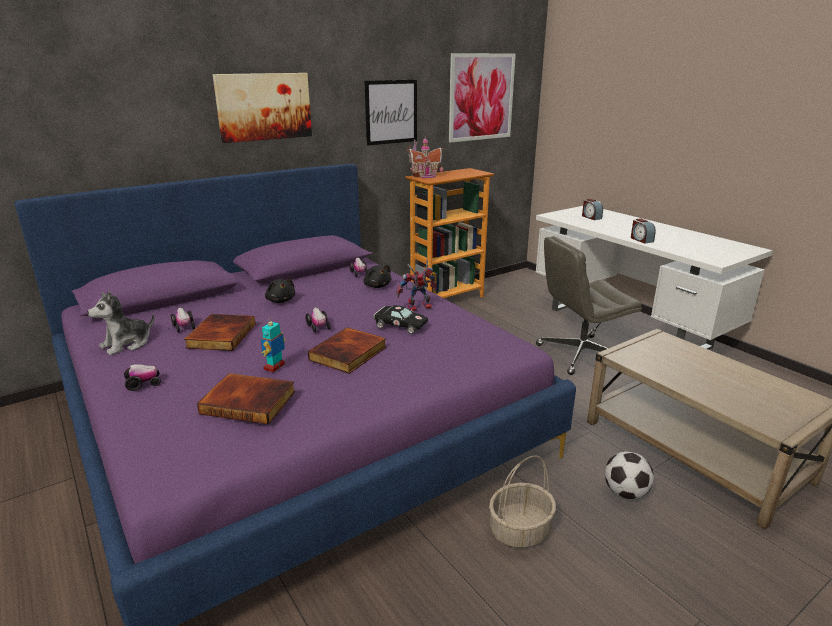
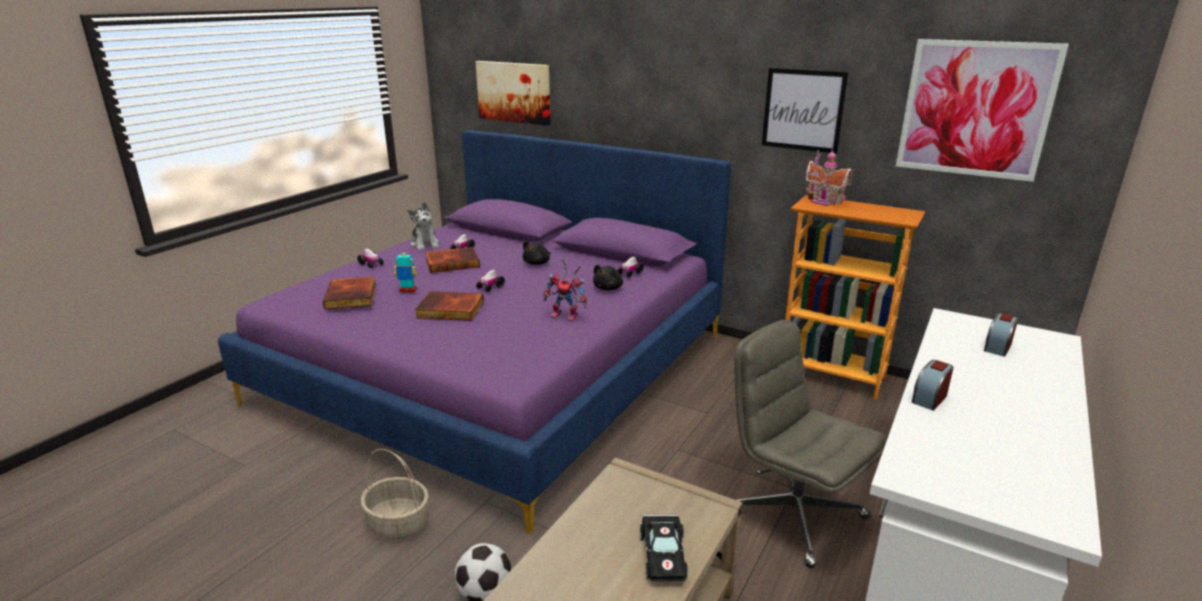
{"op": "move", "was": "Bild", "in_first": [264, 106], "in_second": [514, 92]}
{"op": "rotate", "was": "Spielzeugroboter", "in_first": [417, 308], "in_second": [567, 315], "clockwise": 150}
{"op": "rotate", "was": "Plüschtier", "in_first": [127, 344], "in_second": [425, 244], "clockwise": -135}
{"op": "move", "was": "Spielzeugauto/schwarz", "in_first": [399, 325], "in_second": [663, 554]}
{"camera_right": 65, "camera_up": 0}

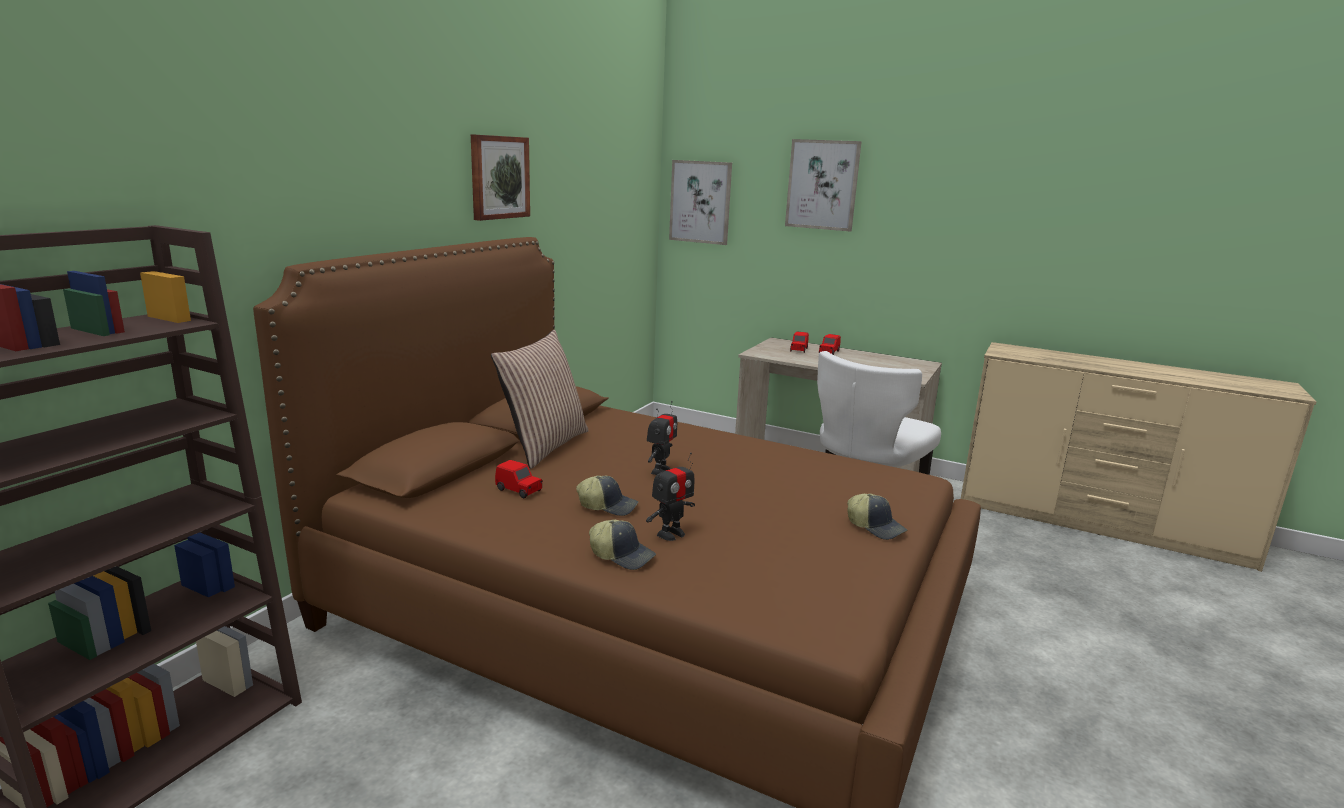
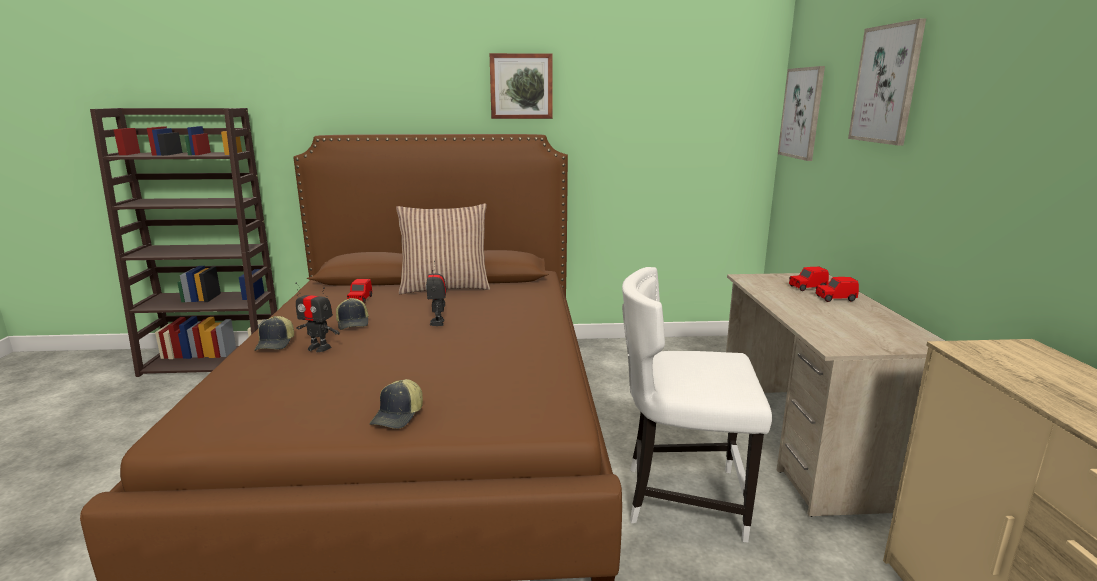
{"op": "rotate", "was": "Spielzeugroboter", "in_first": [660, 471], "in_second": [438, 322], "clockwise": 90}
{"camera_right": 60, "camera_up": 0}

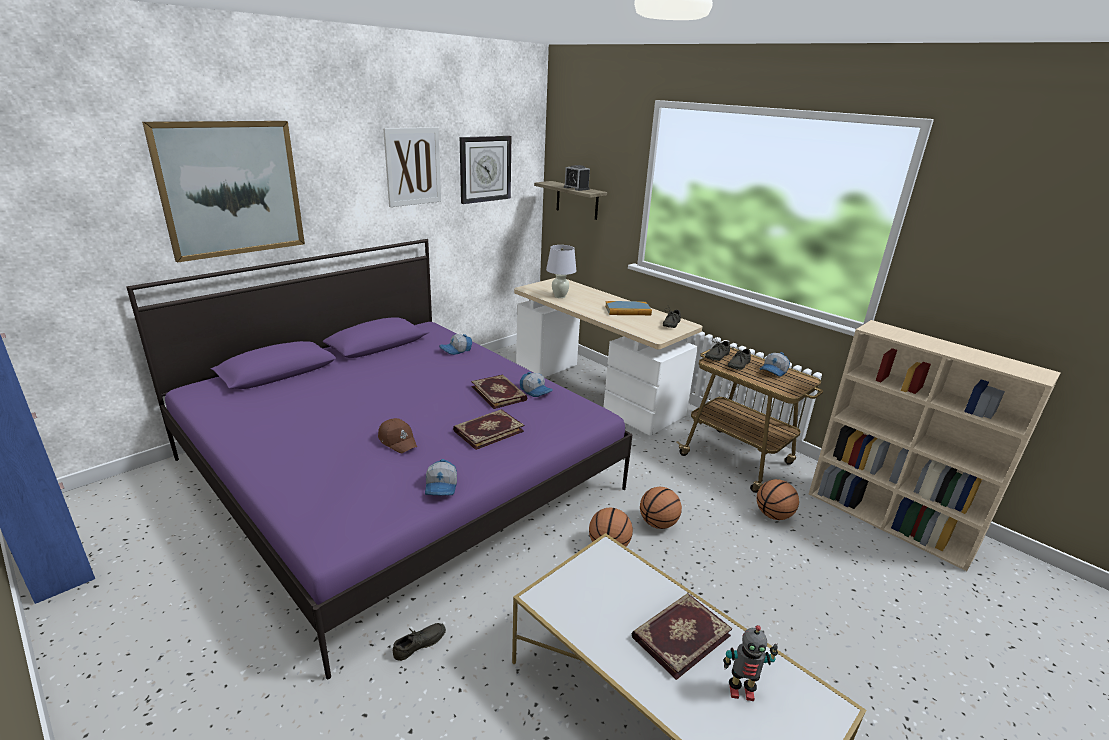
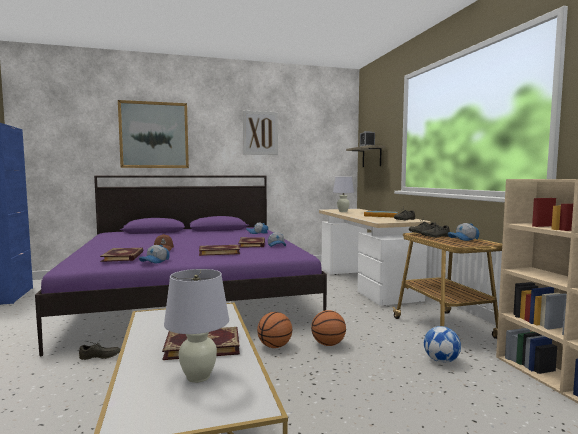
{"op": "delete", "was": "Wanduhr", "in_first": [485, 169]}
{"op": "replace", "was": "Basketball", "now": "Fußball", "in_first": [773, 515], "in_second": [441, 361]}
{"op": "replace", "was": "Spielzeugroboter", "now": "Tischlampe/weiß", "in_first": [741, 690], "in_second": [198, 376]}
{"op": "insert", "now": "Buch", "in_second": [124, 256]}
{"camera_right": 30, "camera_up": -20}

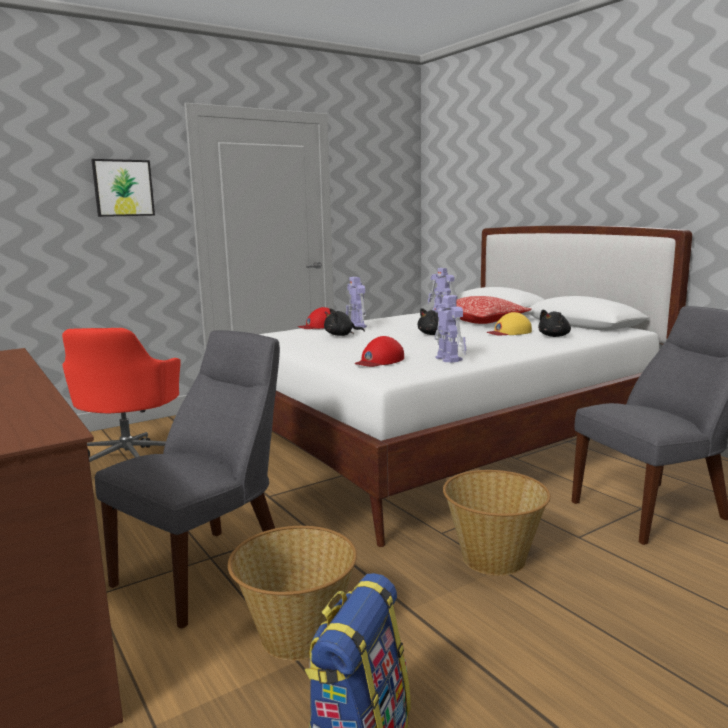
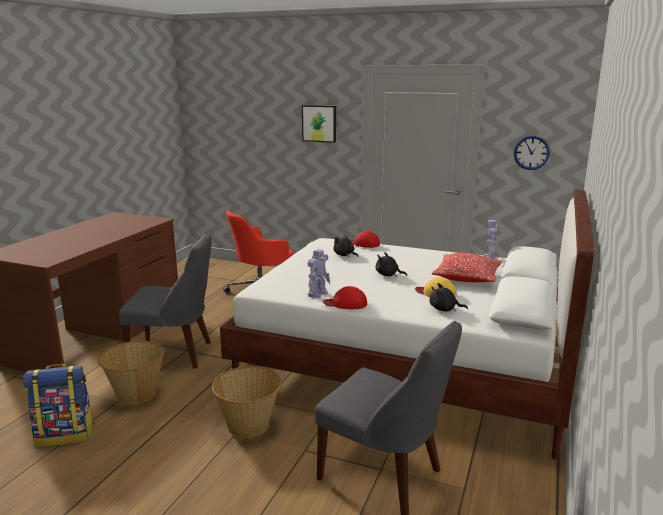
{"op": "delete", "was": "Spielzeugroboter", "in_first": [357, 326]}
{"op": "move", "was": "Kappe/rot", "in_first": [379, 361], "in_second": [346, 303]}
{"op": "insert", "now": "Wanduhr", "in_second": [531, 152]}
{"camera_right": 55, "camera_up": 5}

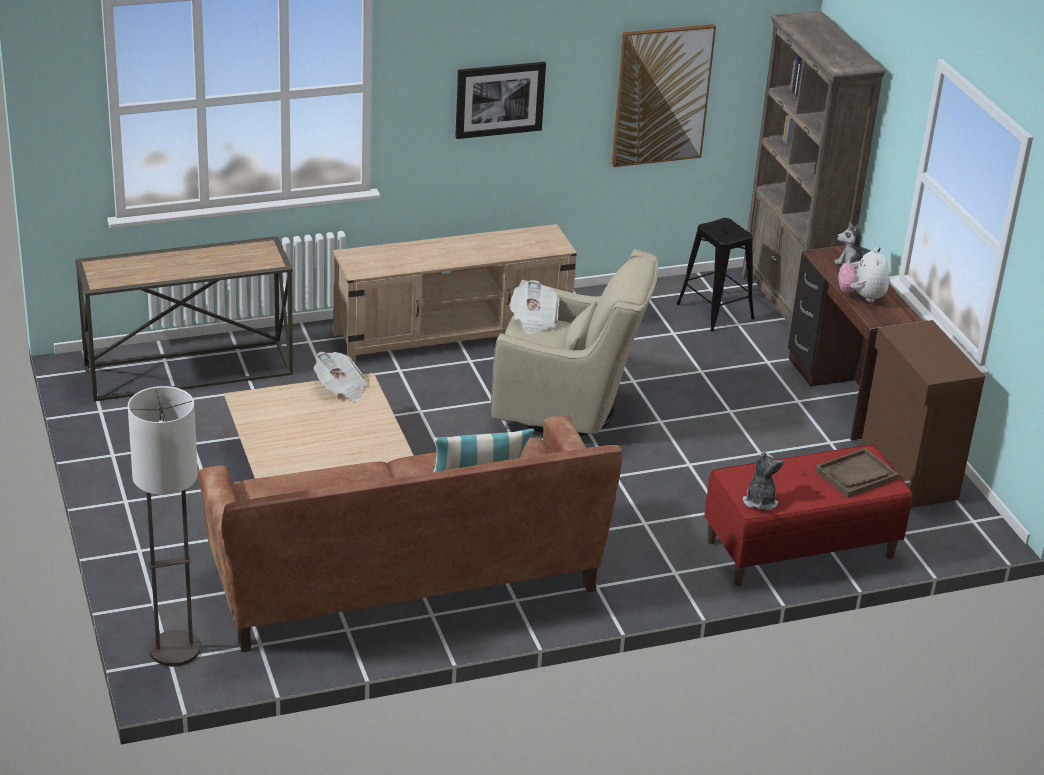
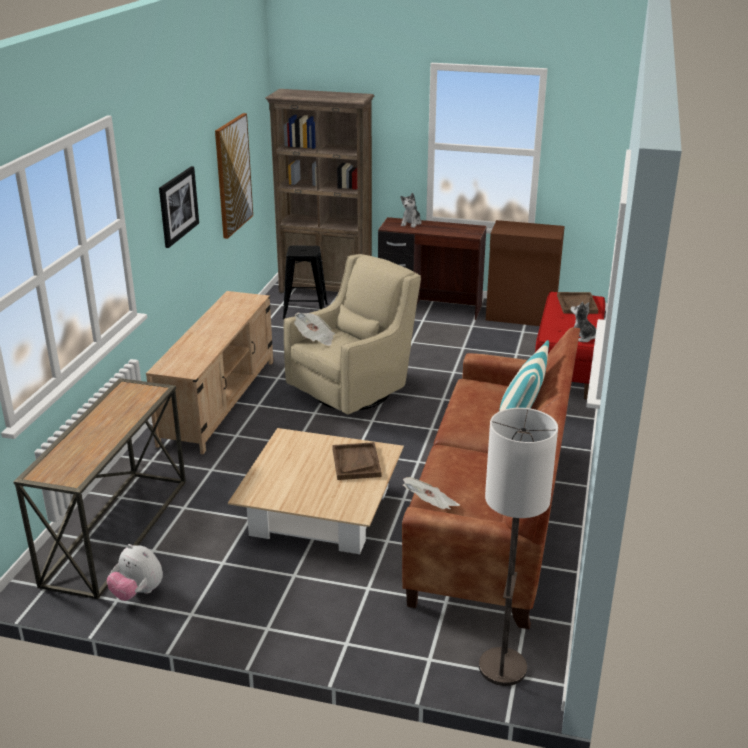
{"op": "move", "was": "Plüschtier", "in_first": [861, 297], "in_second": [137, 593]}
{"op": "move", "was": "Zeitung", "in_first": [341, 388], "in_second": [430, 506]}
{"op": "insert", "now": "Tablett/braun", "in_second": [356, 462]}
{"camera_right": -55, "camera_up": -5}

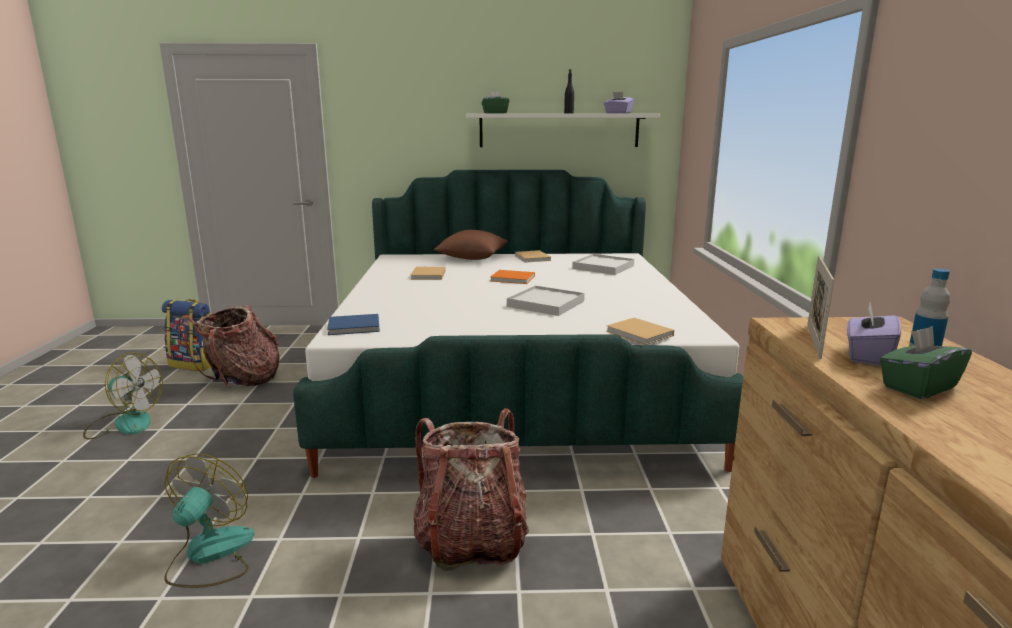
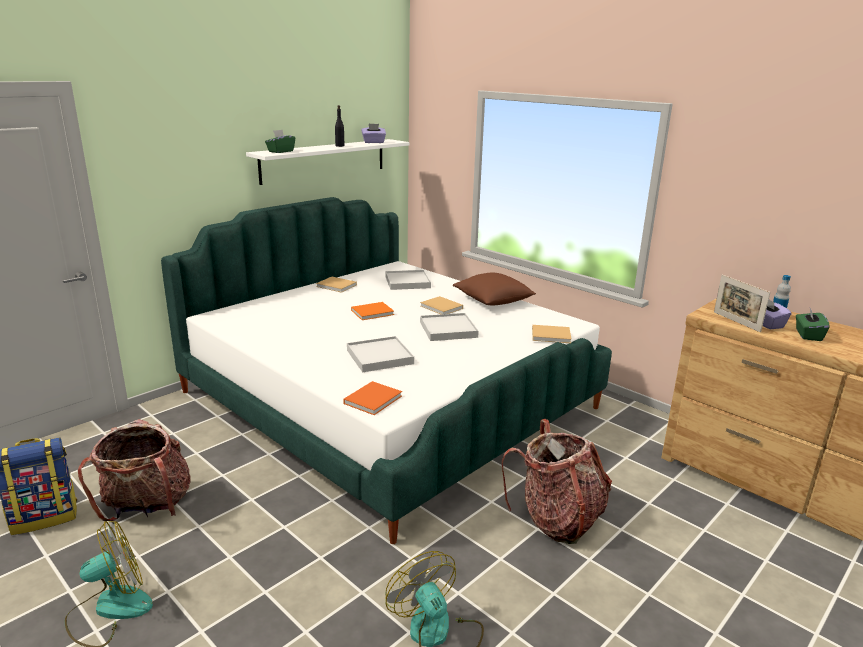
{"op": "move", "was": "Kissen/braun", "in_first": [472, 258], "in_second": [493, 301]}
{"op": "move", "was": "Buch/beige", "in_first": [428, 275], "in_second": [442, 307]}
{"op": "recolor", "was": "Buch/blau", "now": "Buch/orange", "in_first": [356, 326], "in_second": [374, 399]}
{"op": "insert", "now": "Tablett/weiß", "in_second": [379, 357]}
{"camera_right": -45, "camera_up": 5}

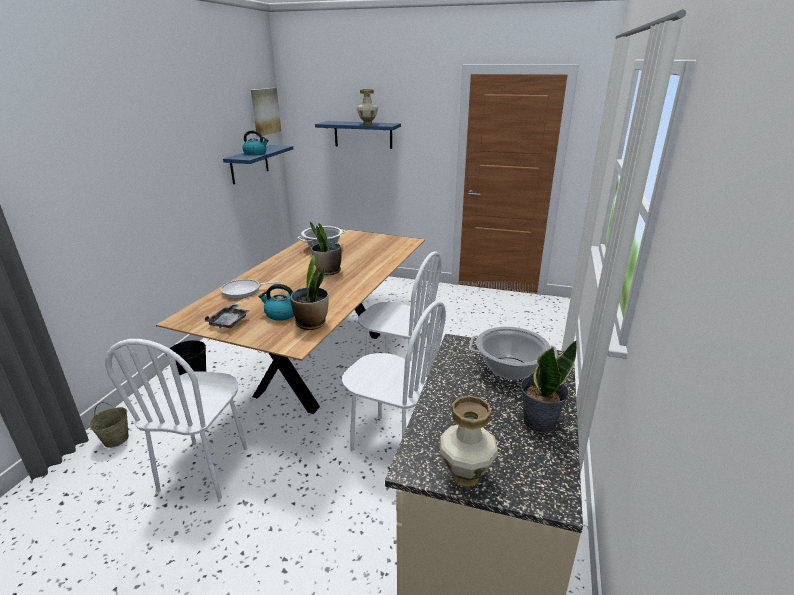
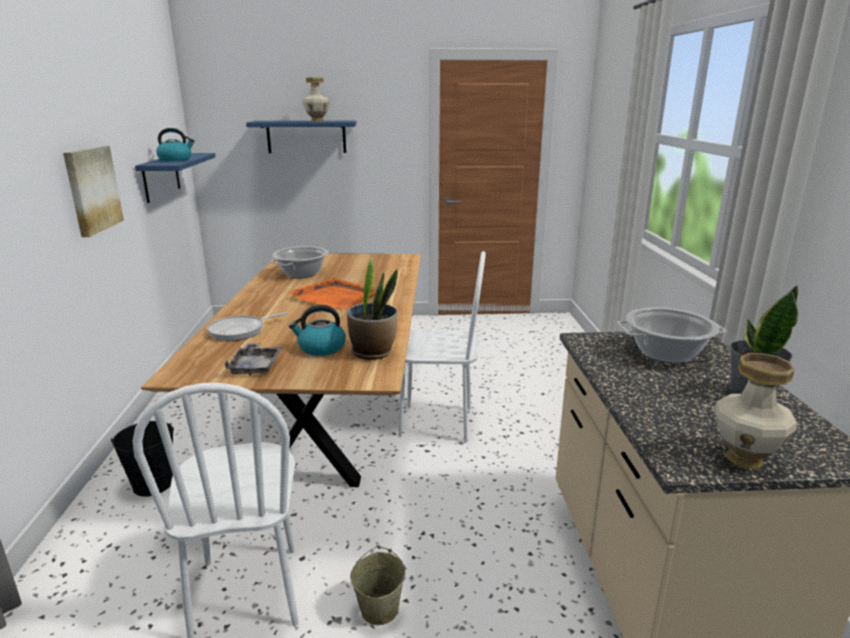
{"op": "move", "was": "Bild", "in_first": [265, 111], "in_second": [92, 189]}
{"op": "replace", "was": "Topfpflanze", "now": "Tablett/orange", "in_first": [328, 271], "in_second": [335, 297]}
{"op": "delete", "was": "Stuhl/weiß", "in_first": [392, 443]}
{"op": "move", "was": "Eimer/beige", "in_first": [116, 439], "in_second": [379, 608]}
{"camera_right": -20, "camera_up": -5}

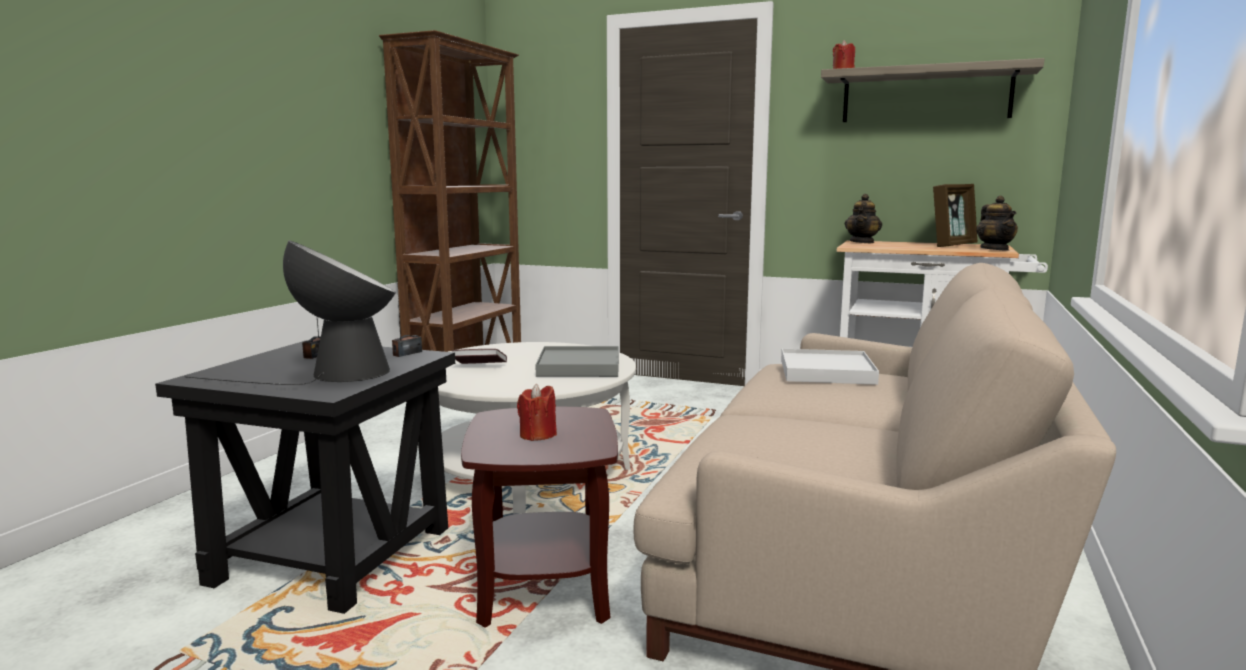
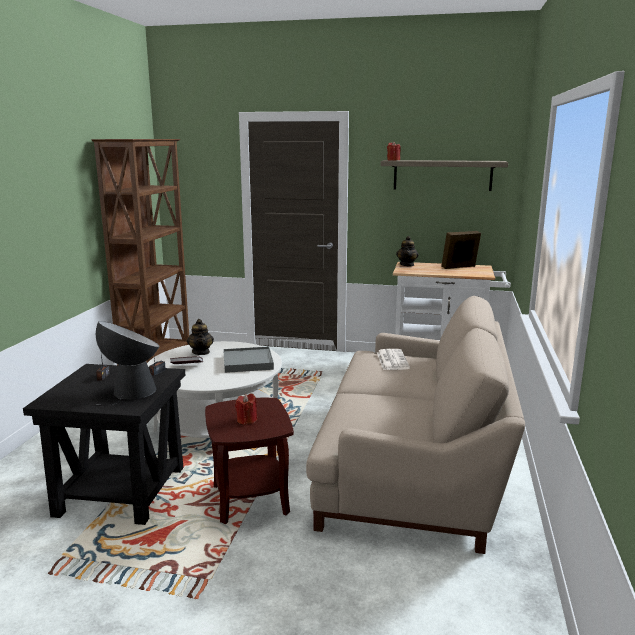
{"op": "rotate", "was": "Bilderrahmen", "in_first": [953, 245], "in_second": [459, 267], "clockwise": -150}
{"op": "move", "was": "Teekanne", "in_first": [995, 249], "in_second": [201, 352]}
{"op": "replace", "was": "Tablett/weiß", "now": "Zeitung", "in_first": [826, 371], "in_second": [392, 360]}
{"camera_right": -10, "camera_up": 5}

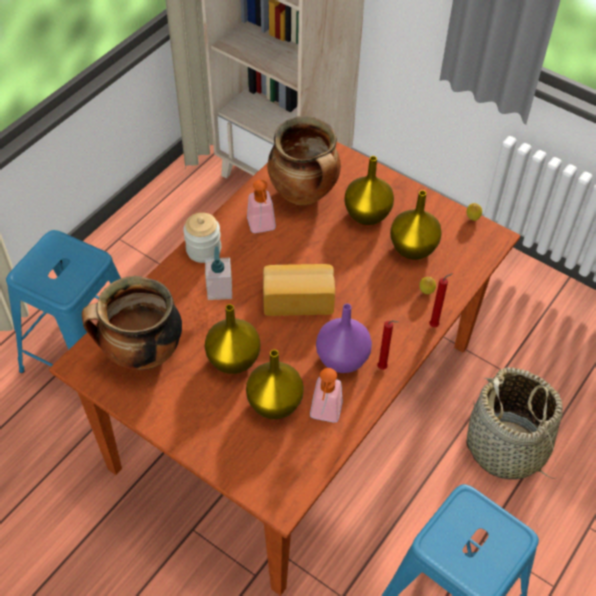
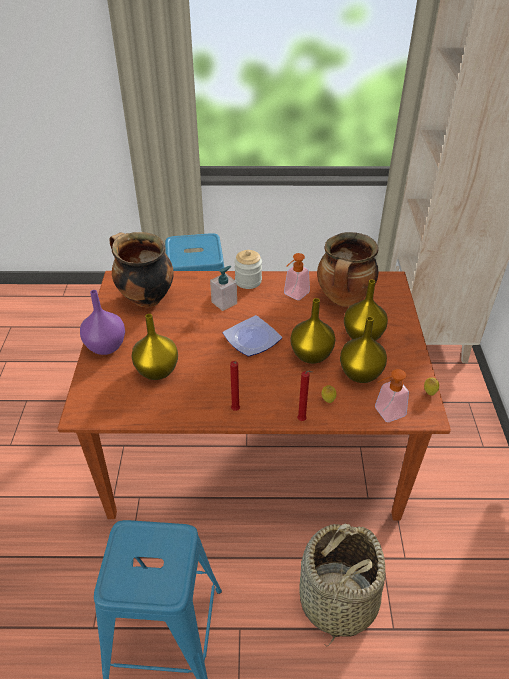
{"op": "replace", "was": "Brot", "now": "Teller", "in_first": [298, 298], "in_second": [253, 339]}
{"op": "move", "was": "Vase/lila", "in_first": [342, 358], "in_second": [107, 346]}
{"op": "move", "was": "Vase/gelb", "in_first": [234, 360], "in_second": [311, 356]}
{"op": "move", "was": "Seifenspender", "in_first": [324, 415], "in_second": [385, 413]}
{"camera_right": 55, "camera_up": -10}

